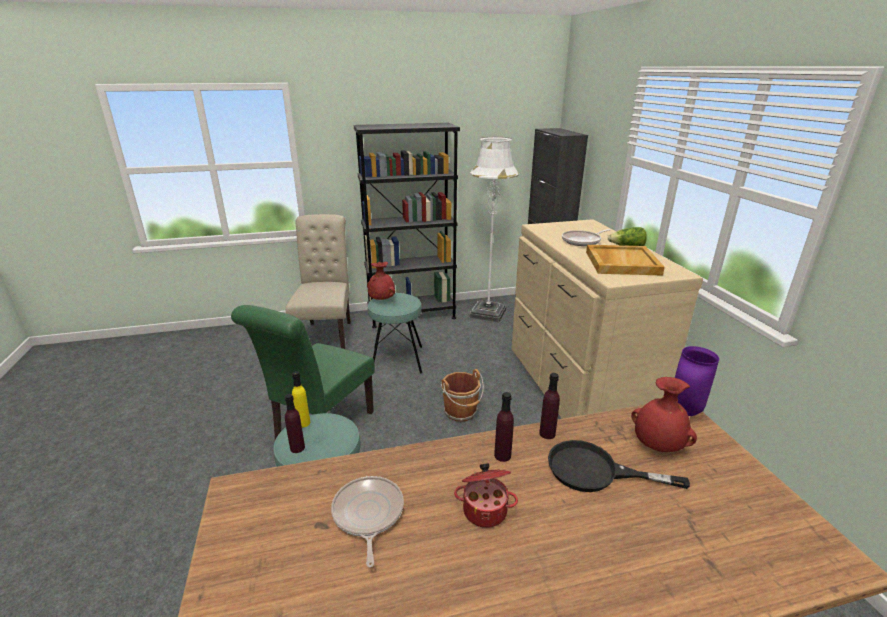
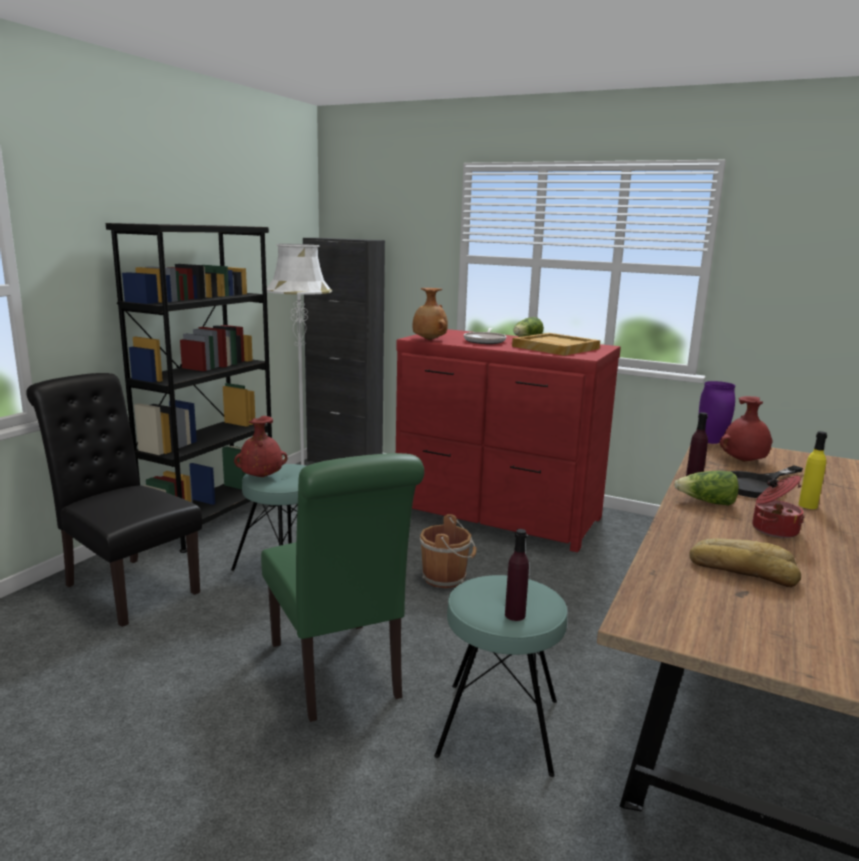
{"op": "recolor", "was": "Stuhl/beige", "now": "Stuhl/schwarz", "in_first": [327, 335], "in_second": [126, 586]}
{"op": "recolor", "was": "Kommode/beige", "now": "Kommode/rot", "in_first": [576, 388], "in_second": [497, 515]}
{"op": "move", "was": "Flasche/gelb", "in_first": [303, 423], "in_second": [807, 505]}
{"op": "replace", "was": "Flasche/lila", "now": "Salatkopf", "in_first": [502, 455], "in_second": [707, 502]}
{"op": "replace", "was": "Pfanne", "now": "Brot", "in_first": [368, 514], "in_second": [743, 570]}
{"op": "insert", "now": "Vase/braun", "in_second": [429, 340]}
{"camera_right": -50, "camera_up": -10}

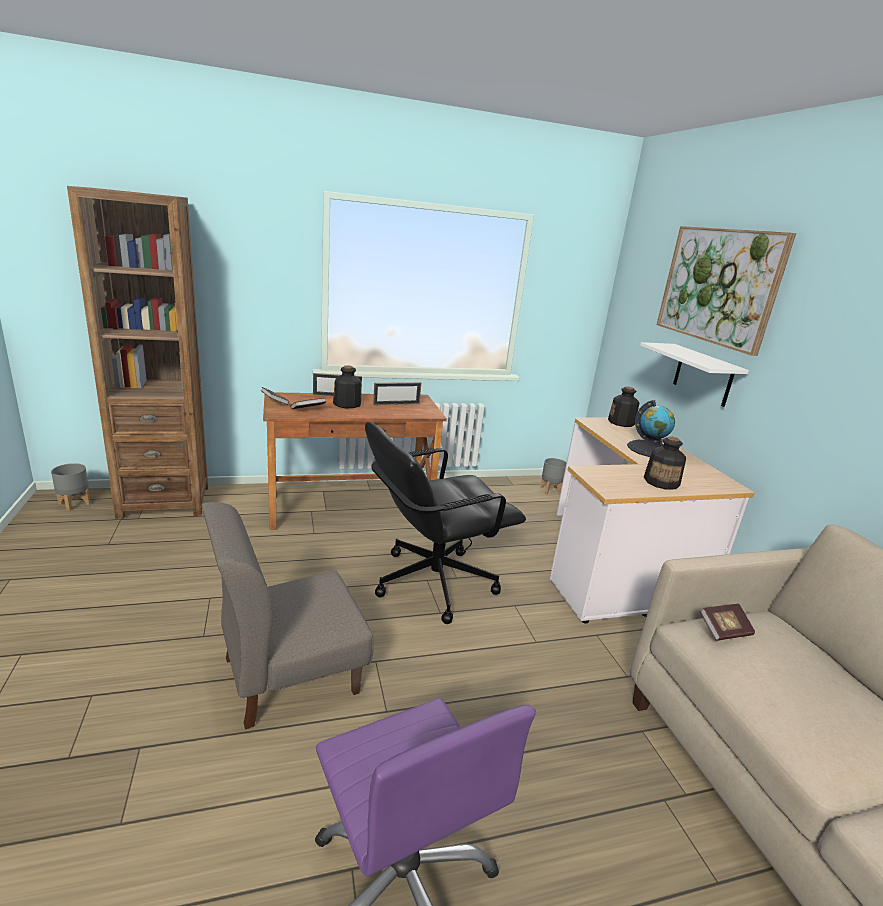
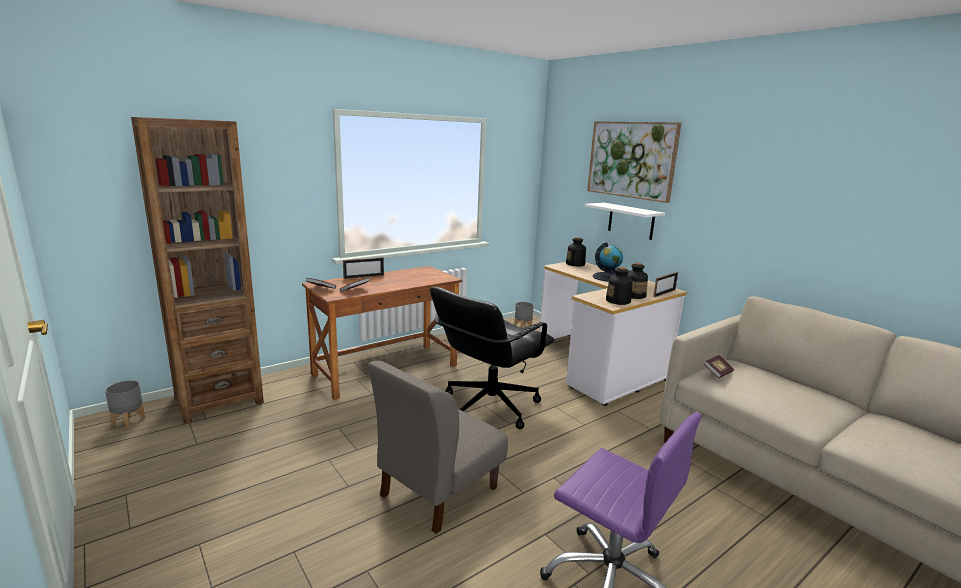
{"op": "move", "was": "Flasche", "in_first": [347, 404], "in_second": [618, 301]}
{"op": "move", "was": "Bilderrahmen", "in_first": [396, 404], "in_second": [664, 293]}
{"camera_right": -20, "camera_up": -5}

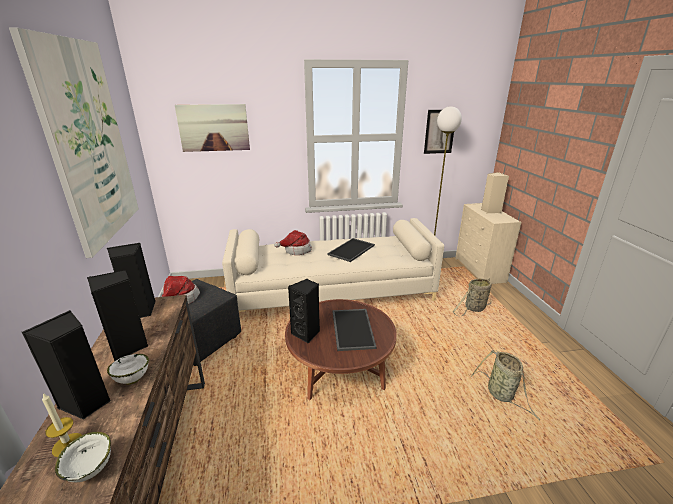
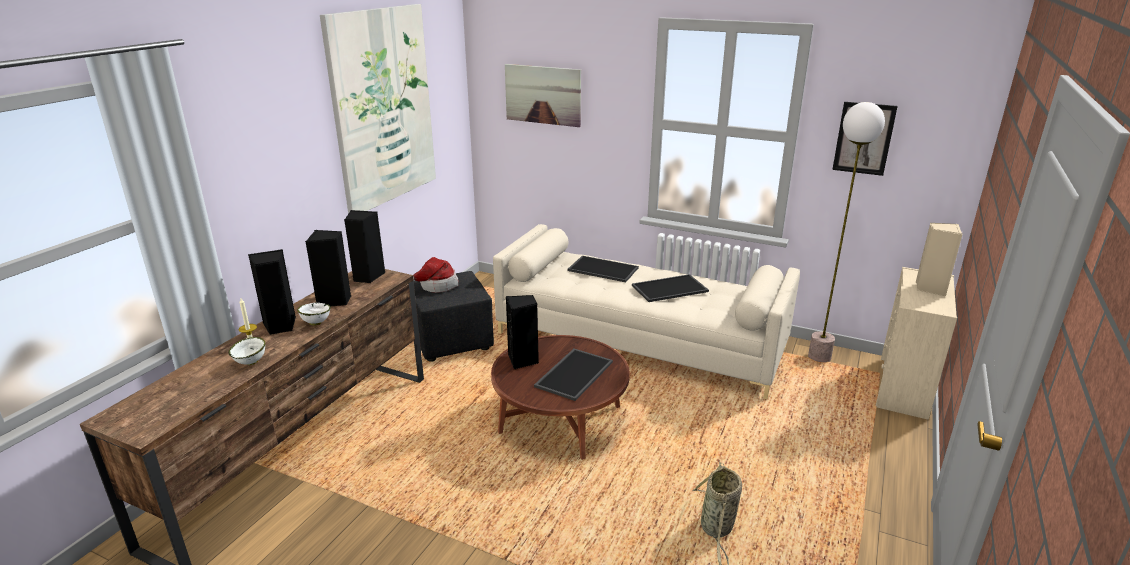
{"op": "replace", "was": "Hut", "now": "Tablett", "in_first": [296, 250], "in_second": [602, 269]}
{"op": "delete", "was": "Korb", "in_first": [473, 308]}
{"camera_right": 35, "camera_up": 0}

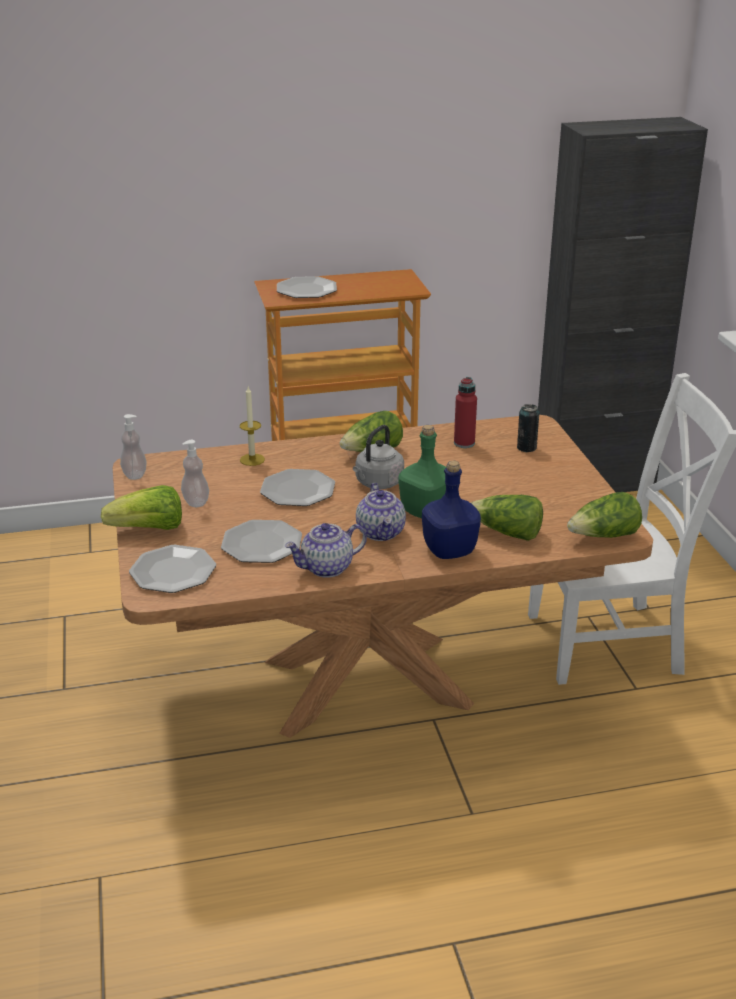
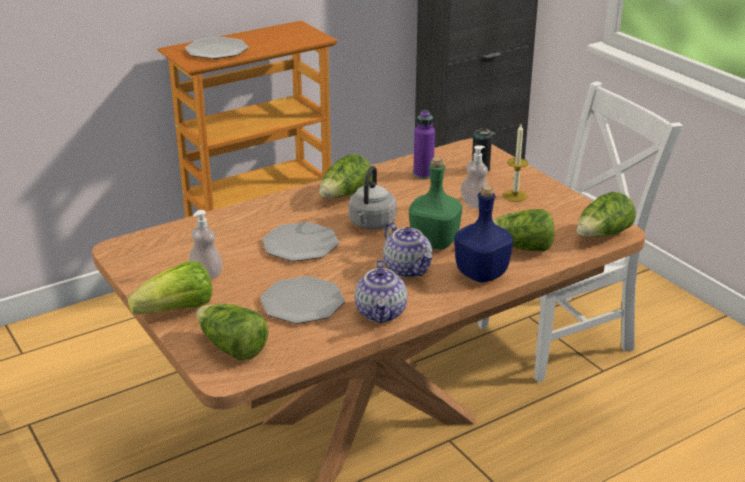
{"op": "recolor", "was": "Flasche/rot", "now": "Flasche/lila", "in_first": [464, 443], "in_second": [423, 174]}
{"op": "move", "was": "Kerze", "in_first": [252, 459], "in_second": [515, 196]}
{"op": "move", "was": "Seifenspender", "in_first": [134, 474], "in_second": [475, 204]}
{"op": "rotate", "was": "Teekanne", "in_first": [326, 568], "in_second": [381, 313], "clockwise": -45}
{"op": "replace", "was": "Teller", "now": "Salatkopf", "in_first": [173, 571], "in_second": [232, 347]}
{"camera_right": -20, "camera_up": 0}

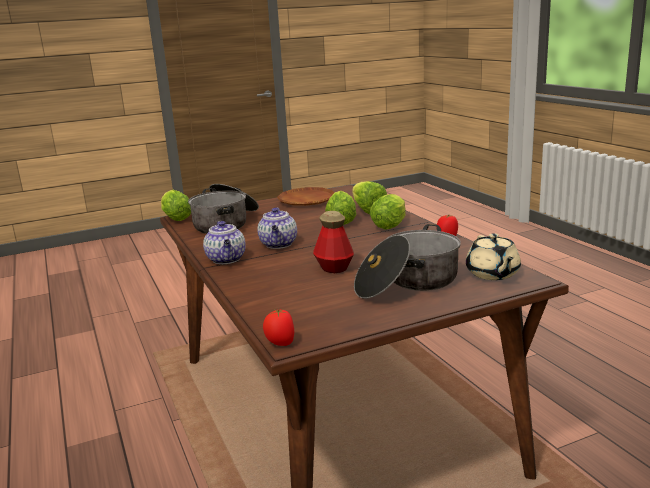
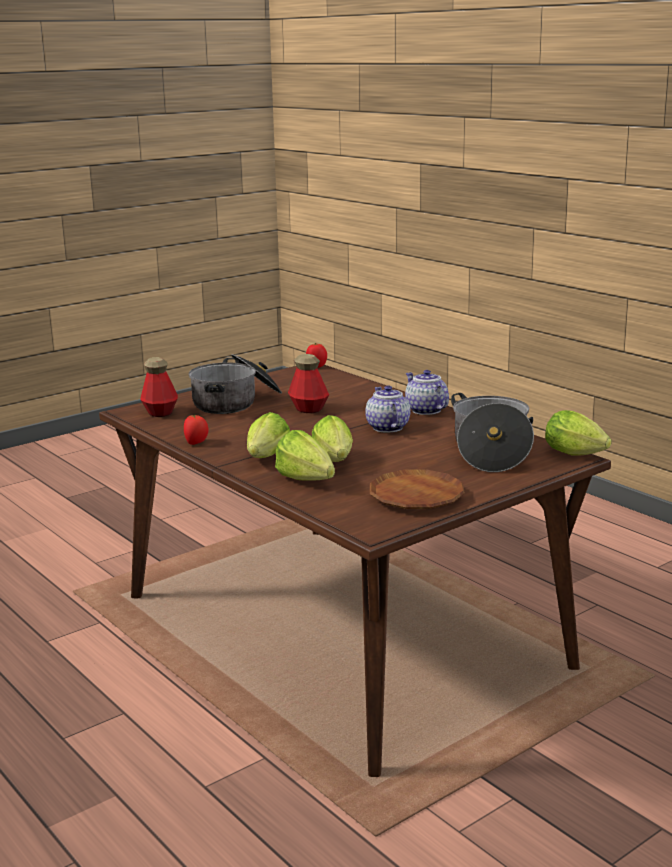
{"op": "replace", "was": "Teekanne/beige", "now": "Flasche", "in_first": [492, 274], "in_second": [160, 412]}
{"camera_right": 165, "camera_up": 0}

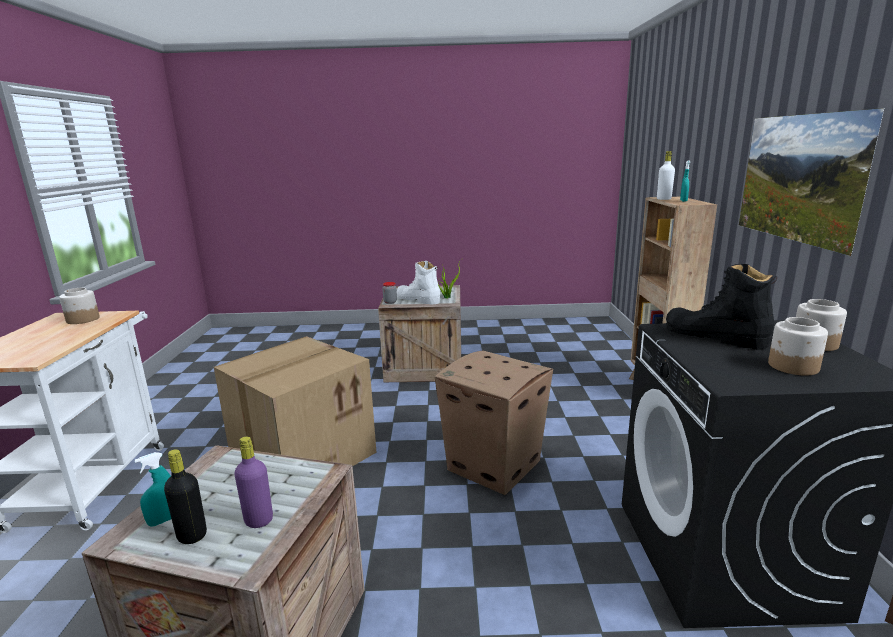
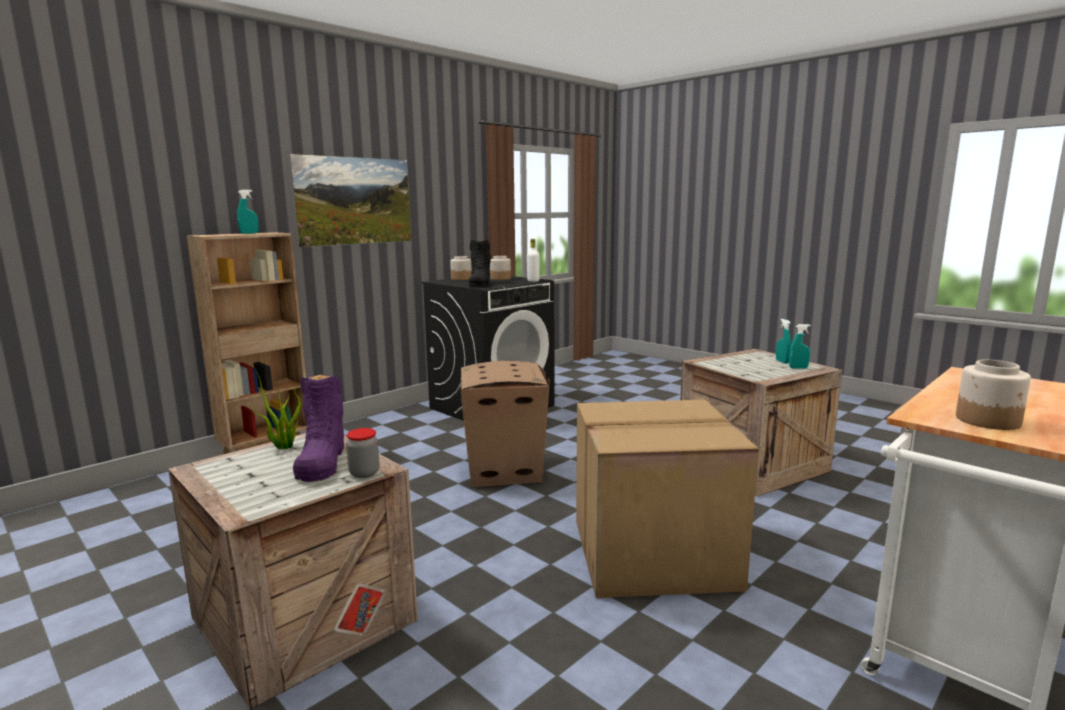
{"op": "move", "was": "Flasche/weiß", "in_first": [663, 199], "in_second": [533, 281]}
{"op": "recolor", "was": "Stiefel/weiß", "now": "Stiefel/lila", "in_first": [418, 299], "in_second": [322, 460]}
{"op": "delete", "was": "Flasche/lila", "in_first": [259, 520]}
{"op": "replace", "was": "Flasche/schwarz", "now": "Sprühflasche/türkis", "in_first": [192, 535], "in_second": [782, 361]}
{"camera_right": -135, "camera_up": -5}

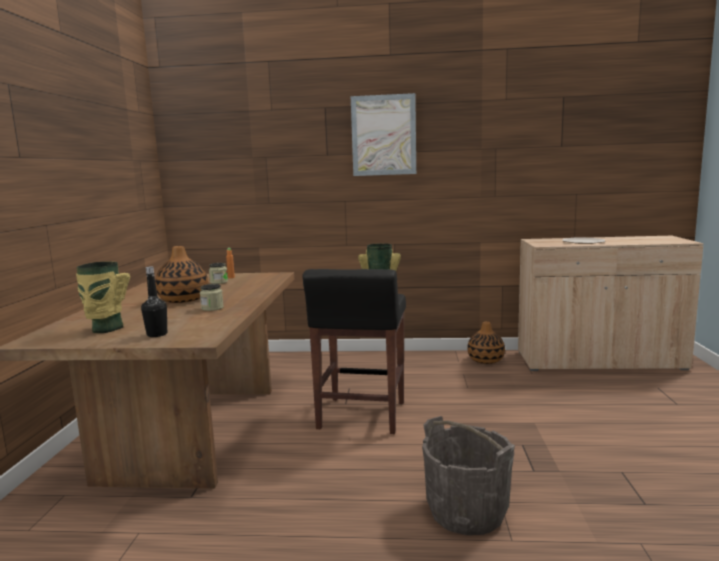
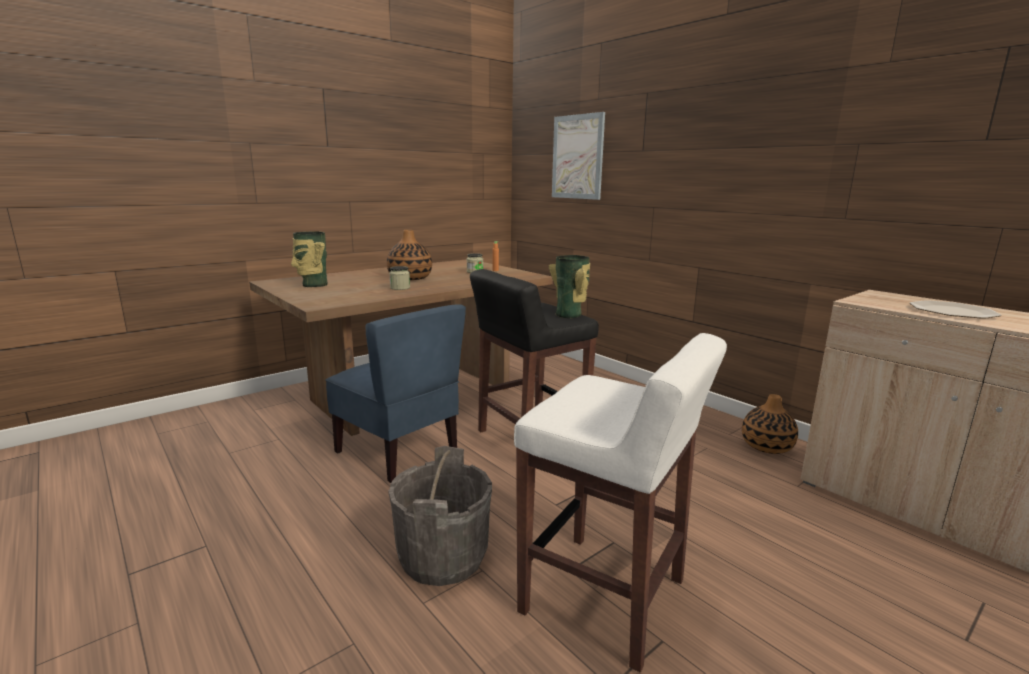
{"op": "move", "was": "Bild", "in_first": [383, 135], "in_second": [577, 157]}
{"op": "delete", "was": "Flasche/schwarz", "in_first": [157, 334]}
{"op": "insert", "now": "Stuhl/blau", "in_second": [398, 452]}
{"op": "insert", "now": "Hocker/weiß", "in_second": [606, 597]}
{"camera_right": 45, "camera_up": 5}

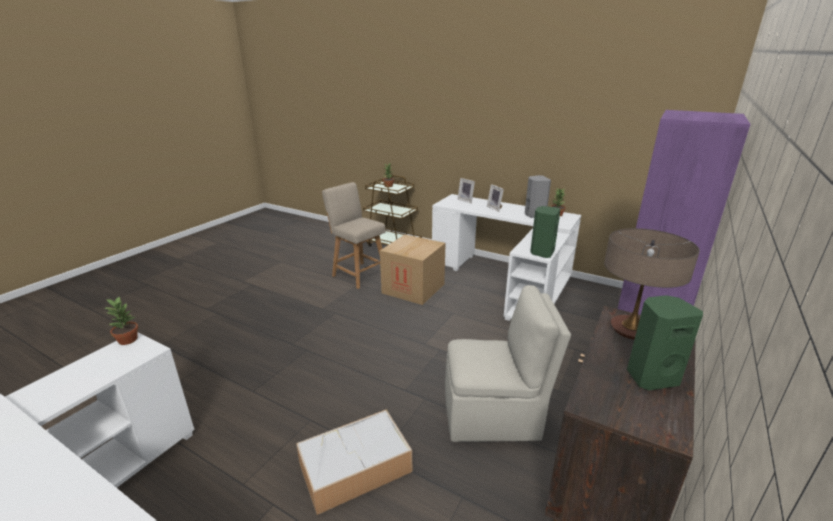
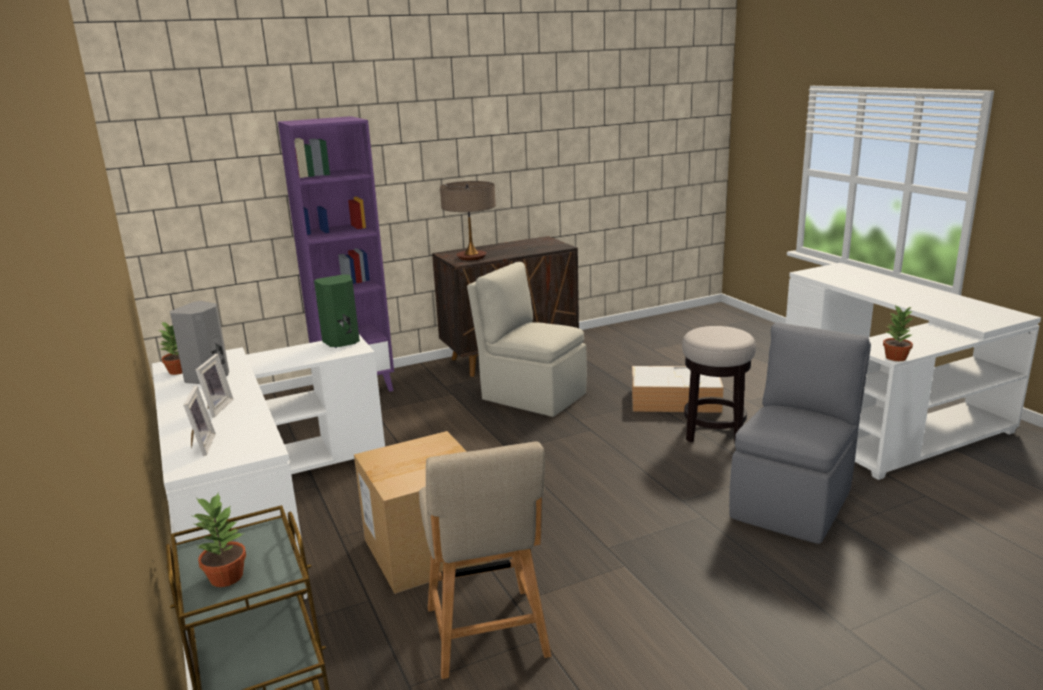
{"op": "delete", "was": "Lautsprecher/grün", "in_first": [651, 377]}
{"op": "insert", "now": "Stuhl/grau", "in_second": [793, 502]}
{"op": "insert", "now": "Hocker", "in_second": [714, 432]}
{"camera_right": -145, "camera_up": -5}

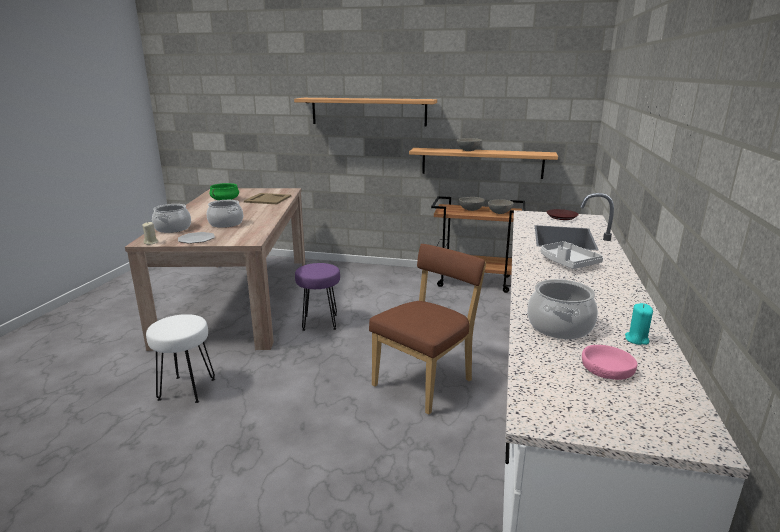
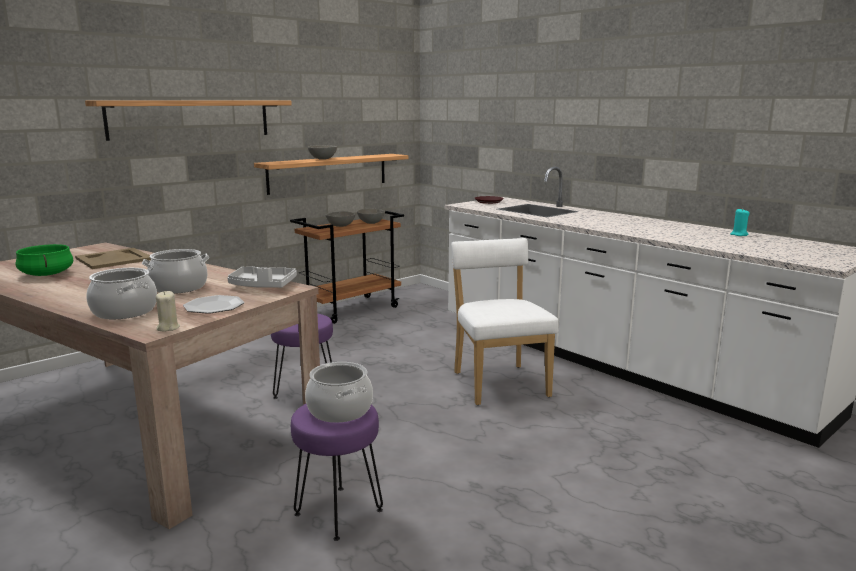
{"op": "move", "was": "Tablett/grau", "in_first": [567, 262], "in_second": [262, 286]}
{"op": "recolor", "was": "Stuhl/braun", "now": "Stuhl/weiß", "in_first": [426, 381], "in_second": [498, 382]}
{"op": "move", "was": "Kochtopf", "in_first": [560, 327], "in_second": [340, 410]}
{"op": "recolor", "was": "Hocker/weiß", "now": "Hocker/lila", "in_first": [186, 389], "in_second": [338, 513]}
{"op": "delete", "was": "Schüssel/rosa", "in_first": [607, 369]}
{"camera_right": -55, "camera_up": -5}

